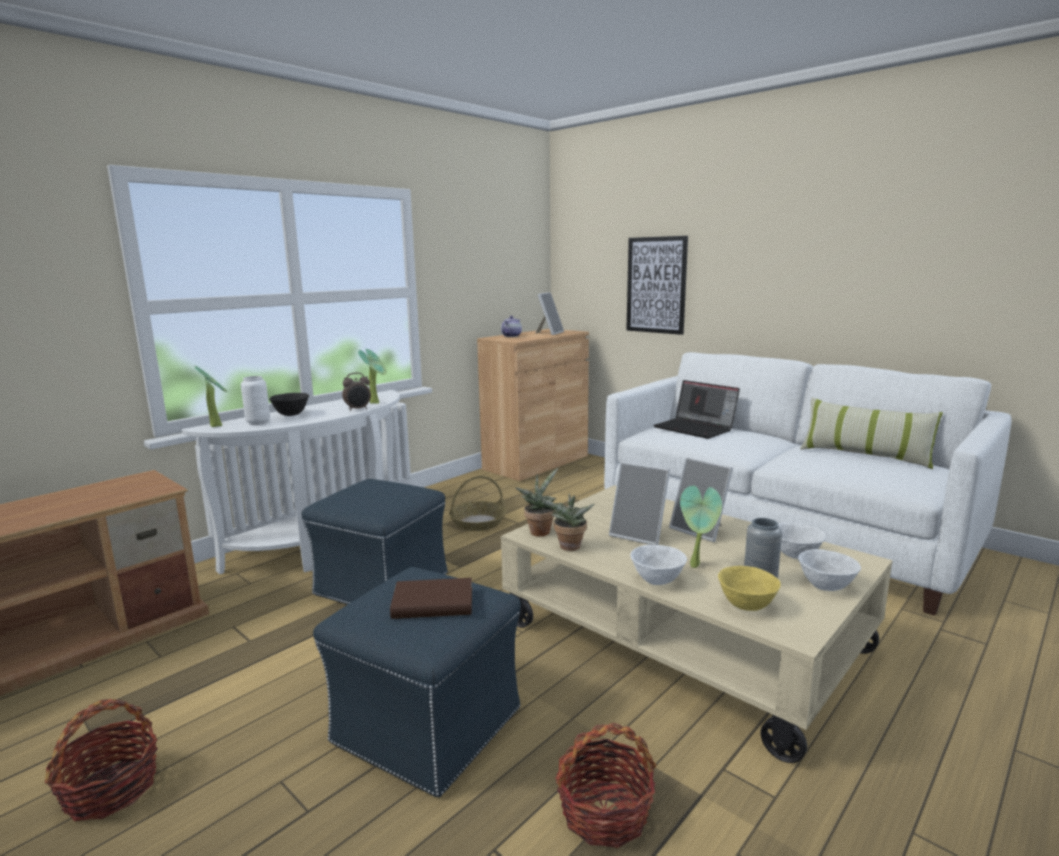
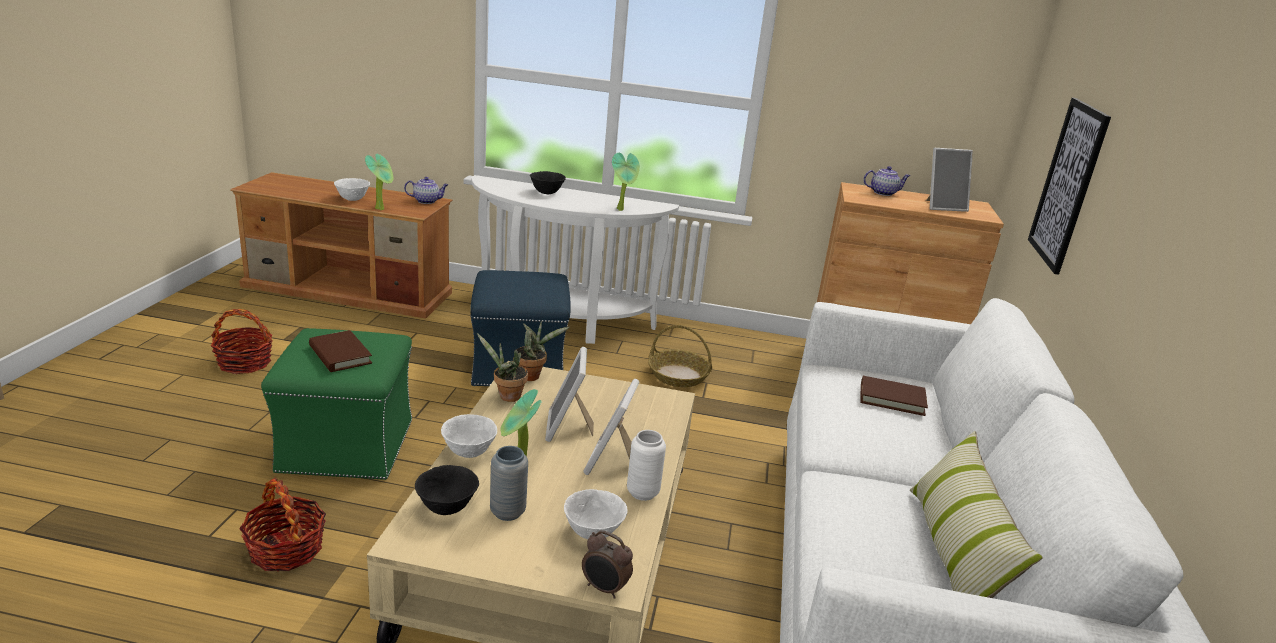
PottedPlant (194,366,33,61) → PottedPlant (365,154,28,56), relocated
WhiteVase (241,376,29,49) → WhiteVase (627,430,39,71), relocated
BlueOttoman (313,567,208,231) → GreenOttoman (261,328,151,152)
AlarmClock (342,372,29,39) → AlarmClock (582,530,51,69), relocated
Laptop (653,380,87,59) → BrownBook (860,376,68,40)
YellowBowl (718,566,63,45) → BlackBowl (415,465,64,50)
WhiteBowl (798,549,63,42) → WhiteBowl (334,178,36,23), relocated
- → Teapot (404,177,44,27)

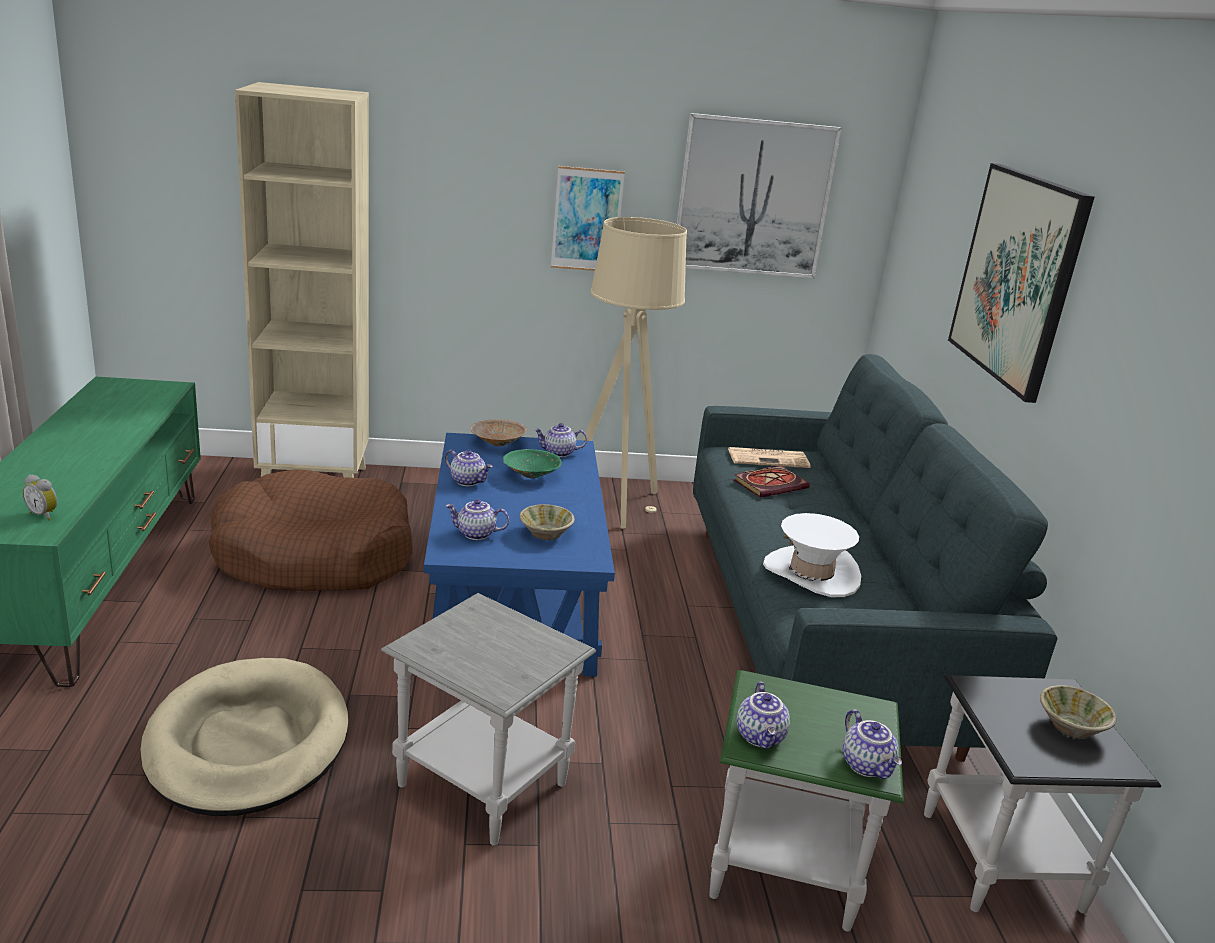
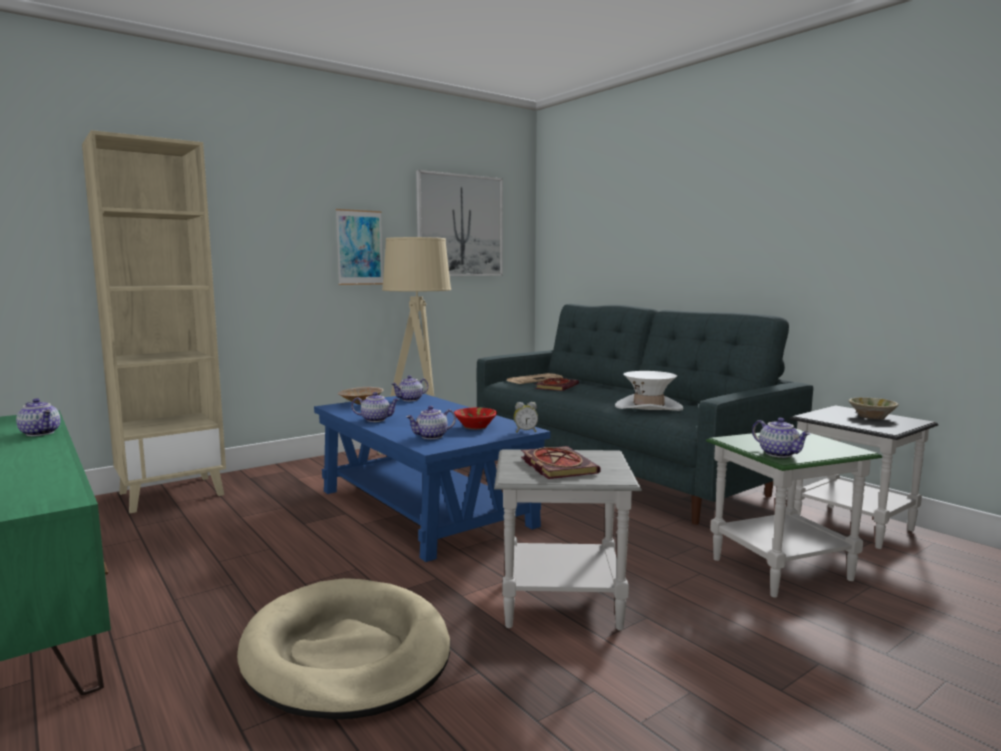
AlarmClock (23,474,34,47) → AlarmClock (514,402,24,31), relocated
BrownDogBed (208,469,205,122) → -
GreenBowl (503,449,59,30) → -
BeigeBowl (519,504,56,36) → RedBowl (454,407,43,23)
Teapot (843,709,59,70) → Teapot (16,398,45,38), relocated
Picture (948,163,147,240) → -
- → Book (521,446,80,33)

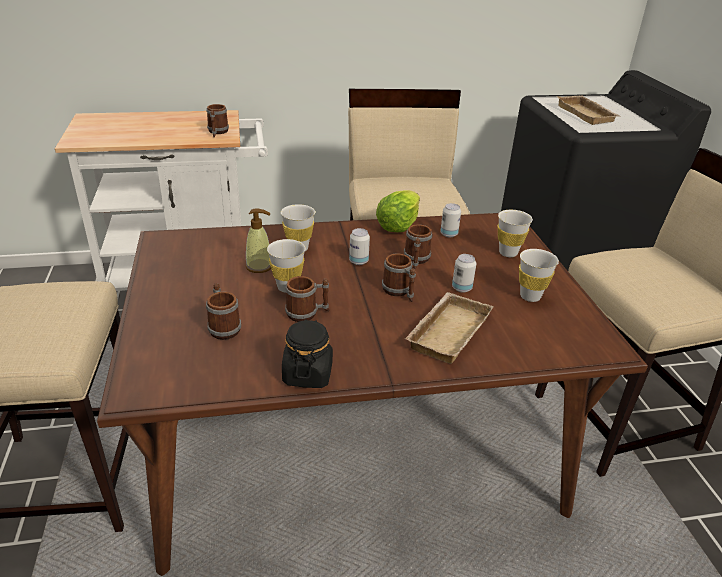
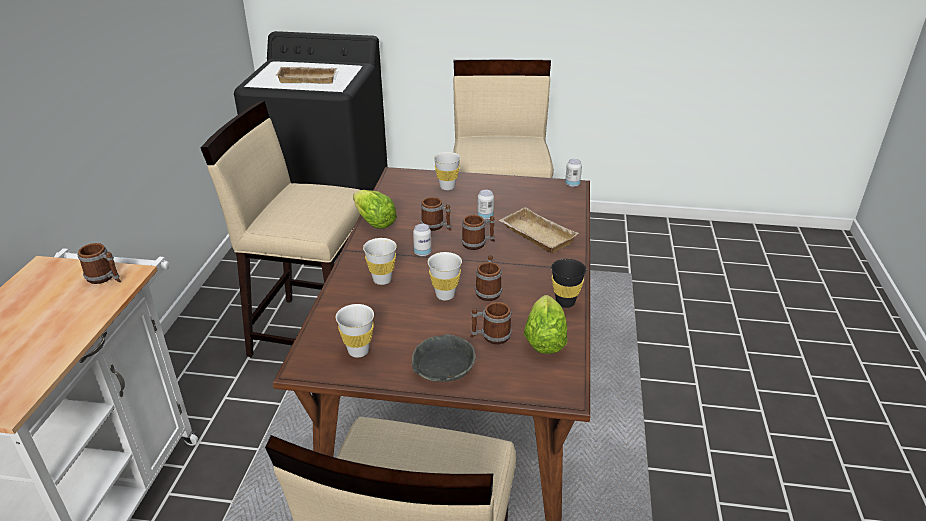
SoapDispenser (246,209,25,64) → -
BlackJar (282,320,51,68) → BlackCup (551,259,35,49)
Can (440,203,21,34) → Can (565,159,17,28), relocated
WhiteCup (519,249,40,53) → WhiteCup (336,304,38,54), relocated
- → GreyBowl (411,334,65,48)
- → Lettuce (524,295,43,59)

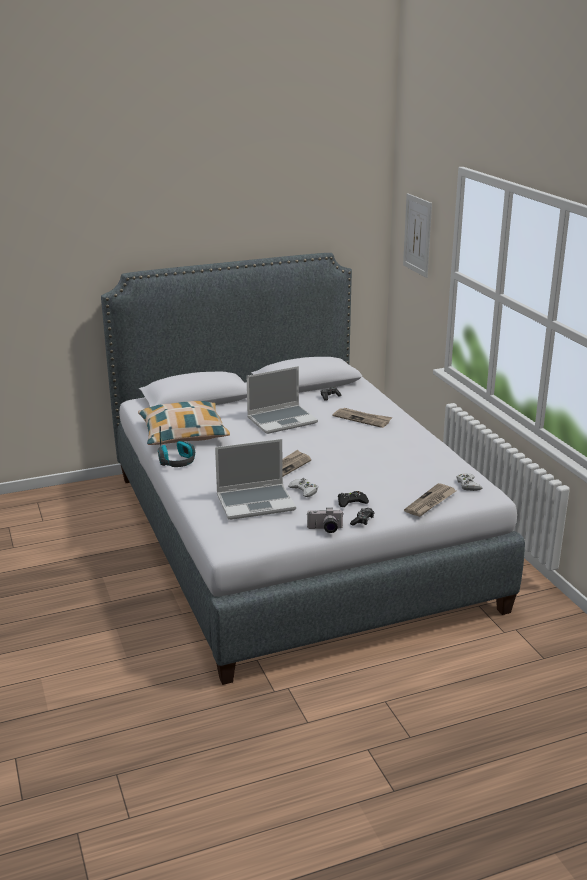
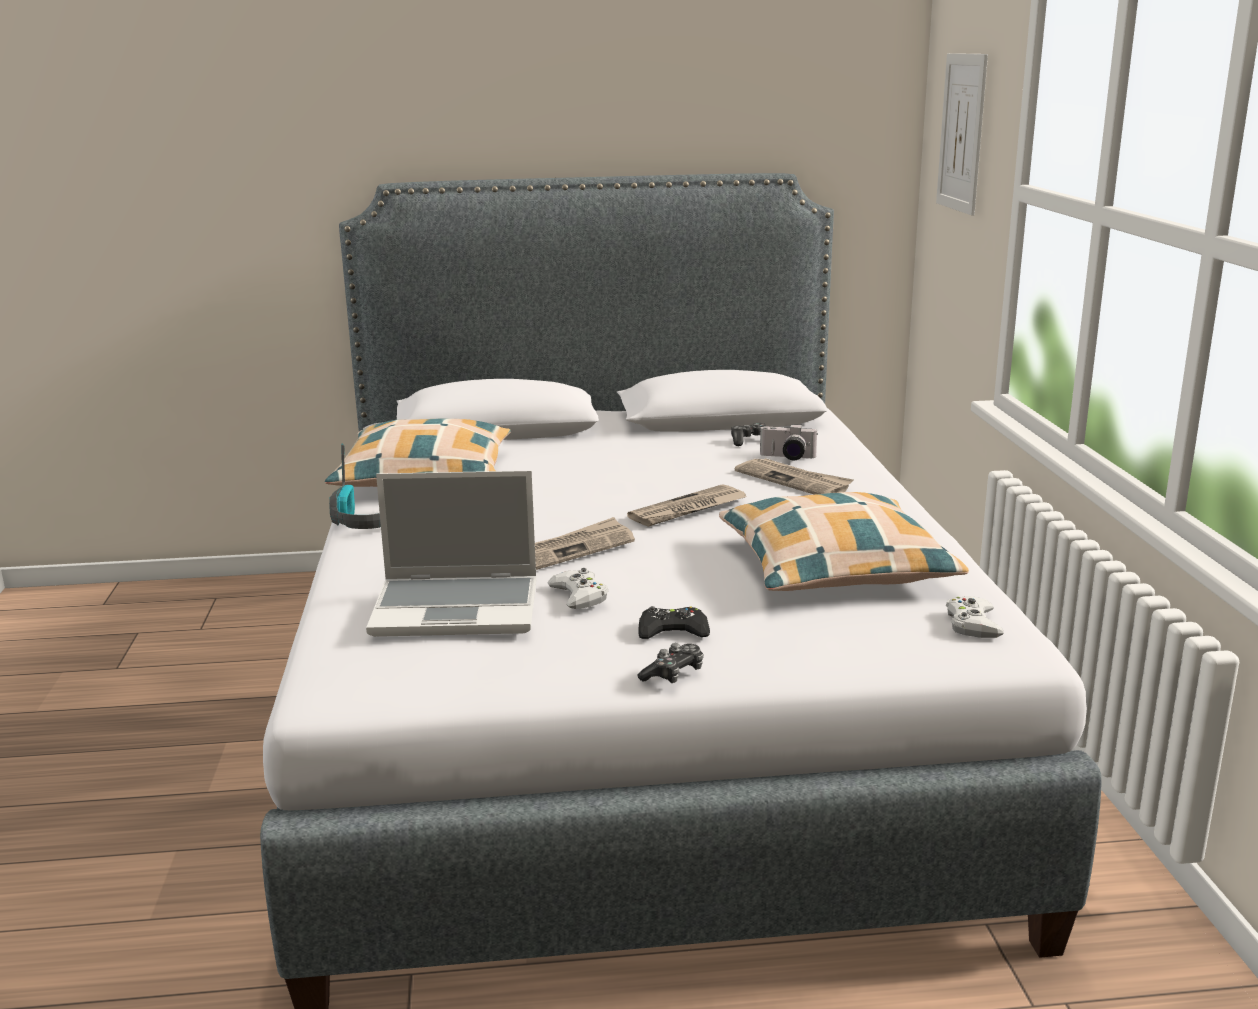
Laptop (247,366,71,68) → -
PhotoCamera (307,508,36,25) → PhotoCamera (759,424,59,36), relocated
Newspaper (404,483,52,34) → Newspaper (627,484,119,43), relocated
- → Pillow (719,492,250,99)

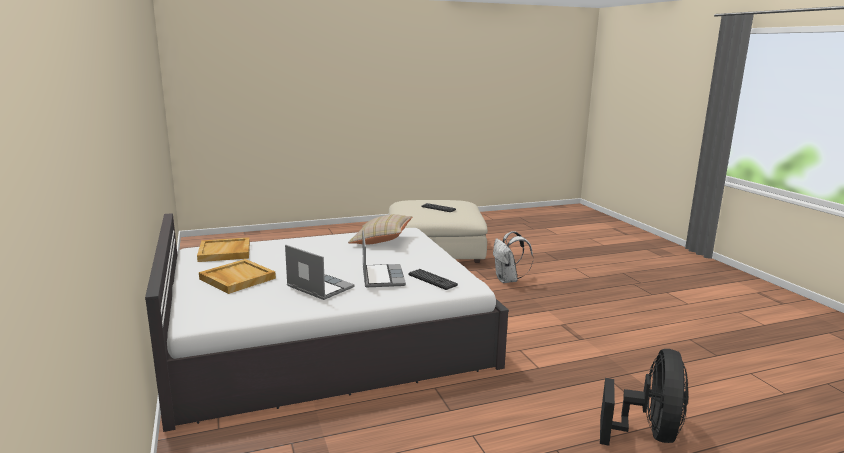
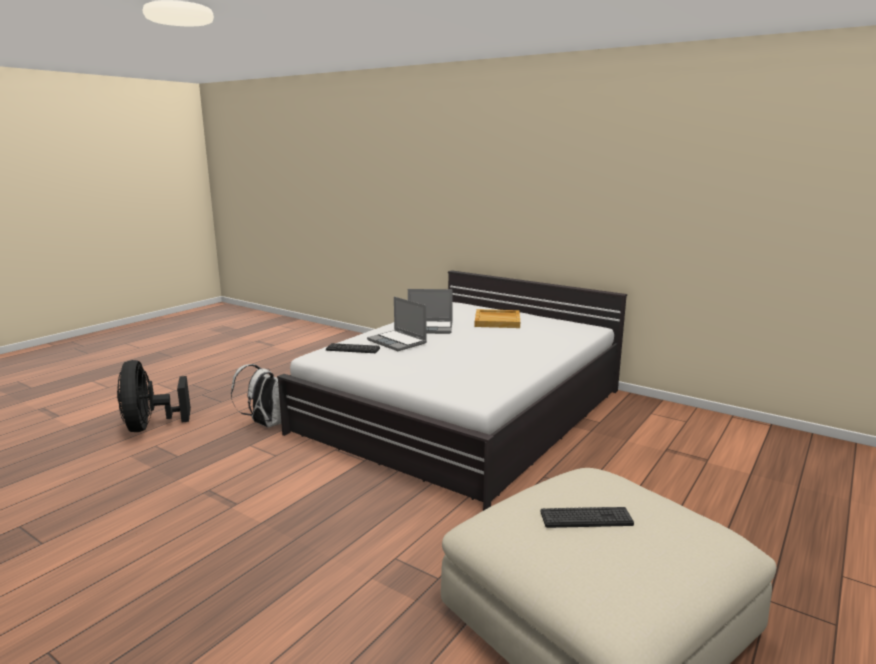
BeigeTray (197,237,53,25) → -
BeigePillow (348,214,64,31) → -
WhiteBackpack (493,231,40,52) → WhiteBackpack (231,364,50,63), relocated

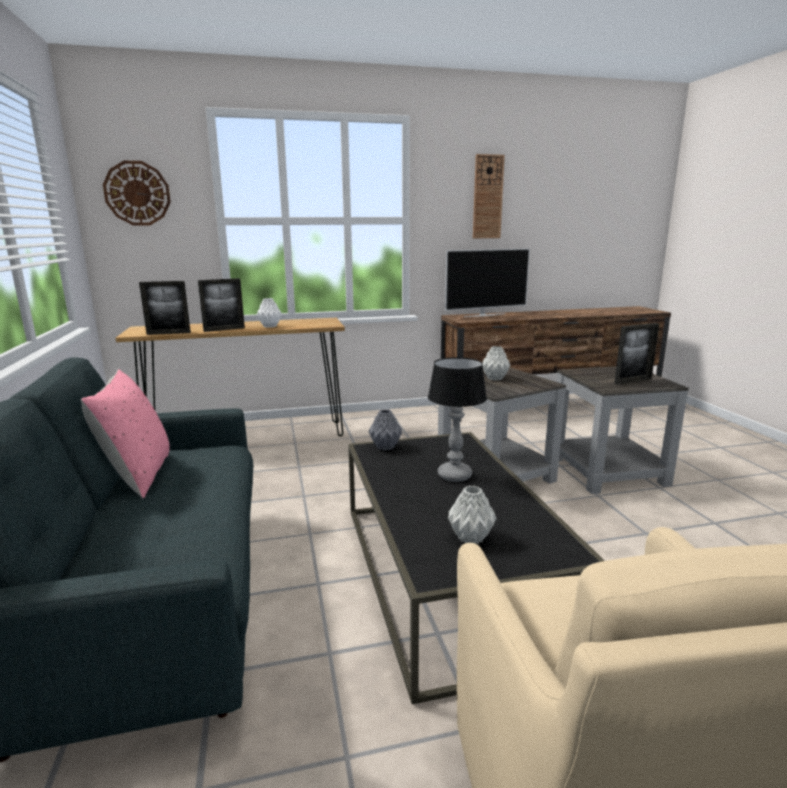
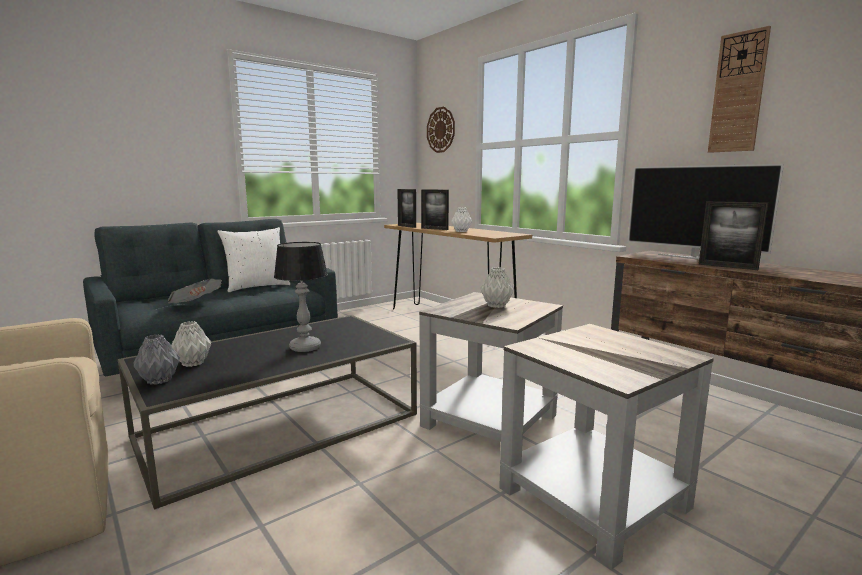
PinkPillow (81,369,89,129) → WhitePillow (217,227,73,65)
GreyVase (368,409,34,41) → GreyVase (133,334,47,51), relocated
PictureFrame (614,323,45,62) → PictureFrame (699,201,69,69), relocated
- → Newspaper (168,279,54,24)

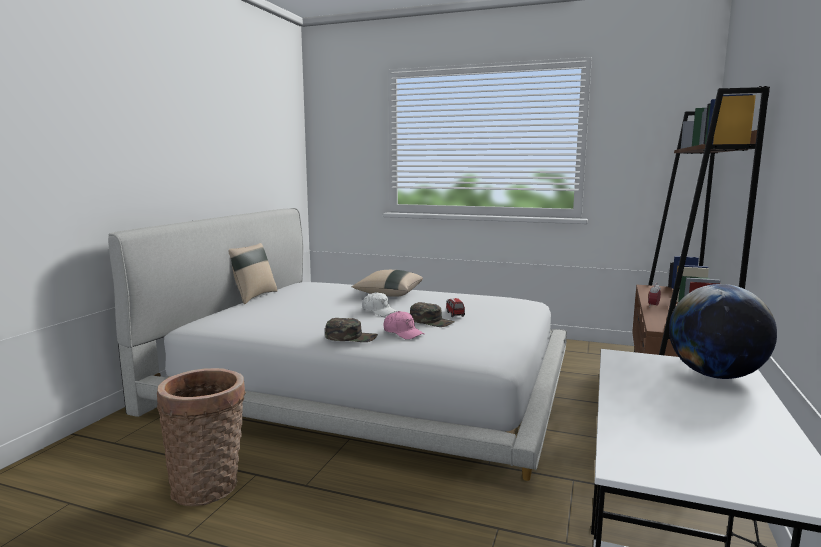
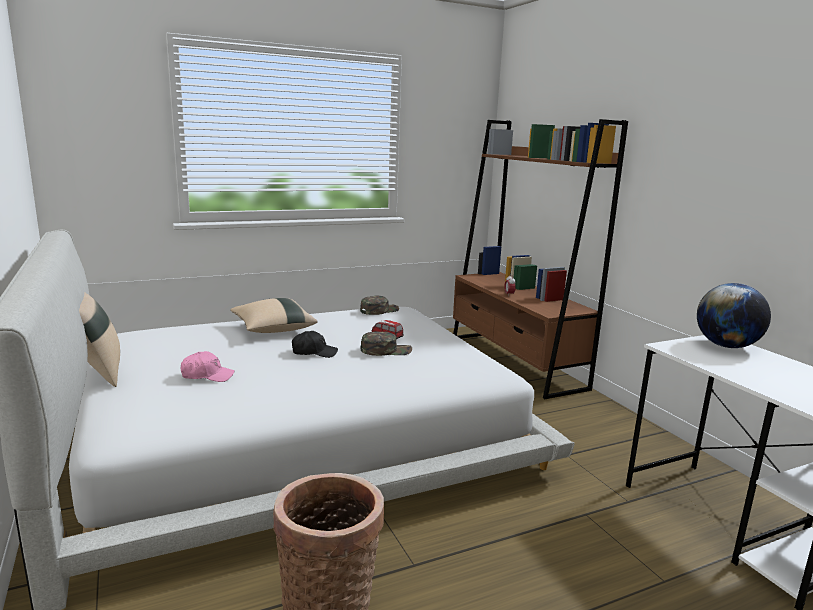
GreenCap (325,318,53,24) → GreenCap (360,295,39,20), relocated
WhiteCap (362,292,36,24) → BlackCap (292,331,46,27)
PinkCap (383,311,41,29) → PinkCap (181,351,54,31), relocated

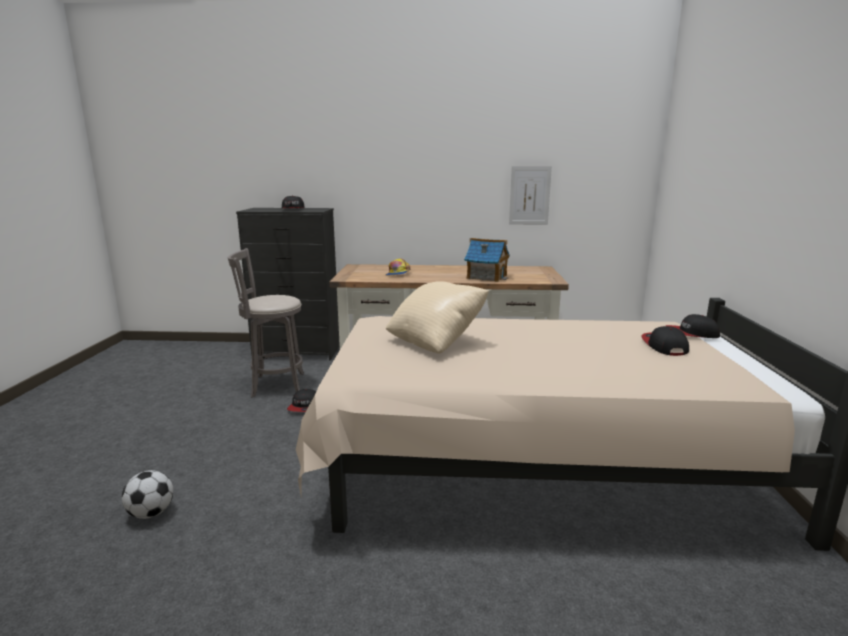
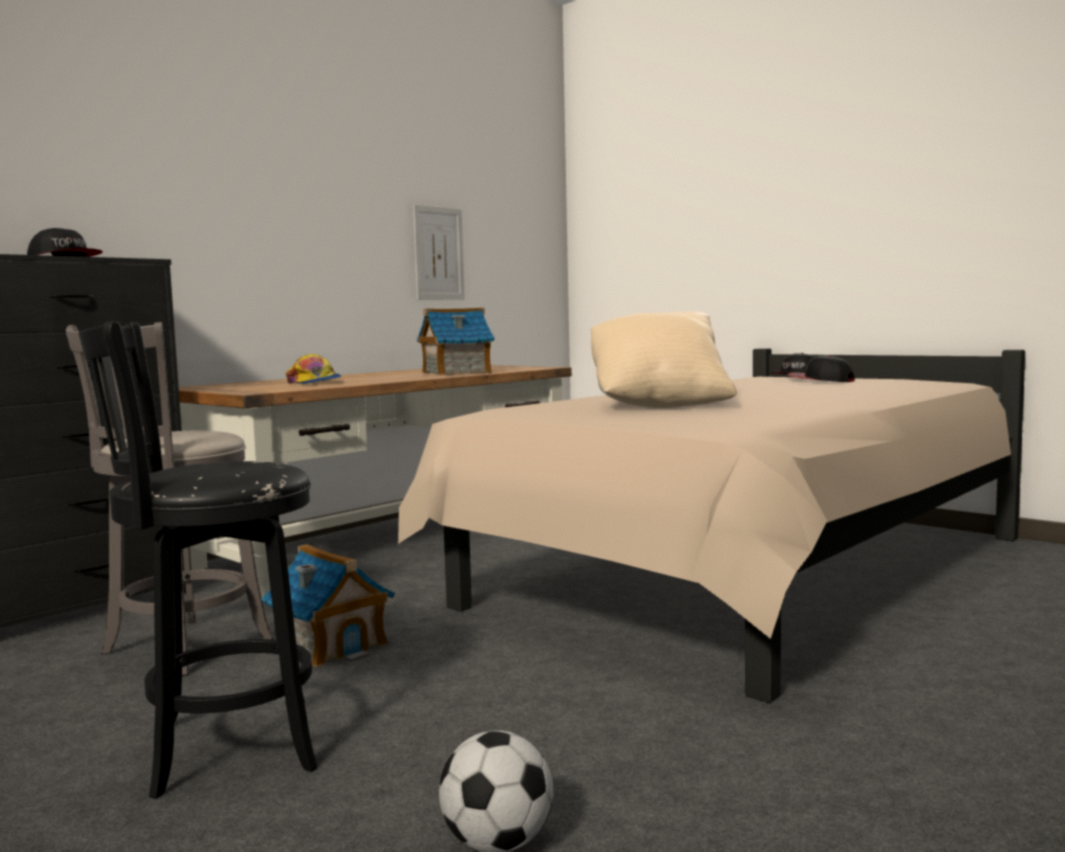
Cap (287,389,29,23) → ToyHouse (261,544,134,123)
- → BlackStool (78,322,239,477)

